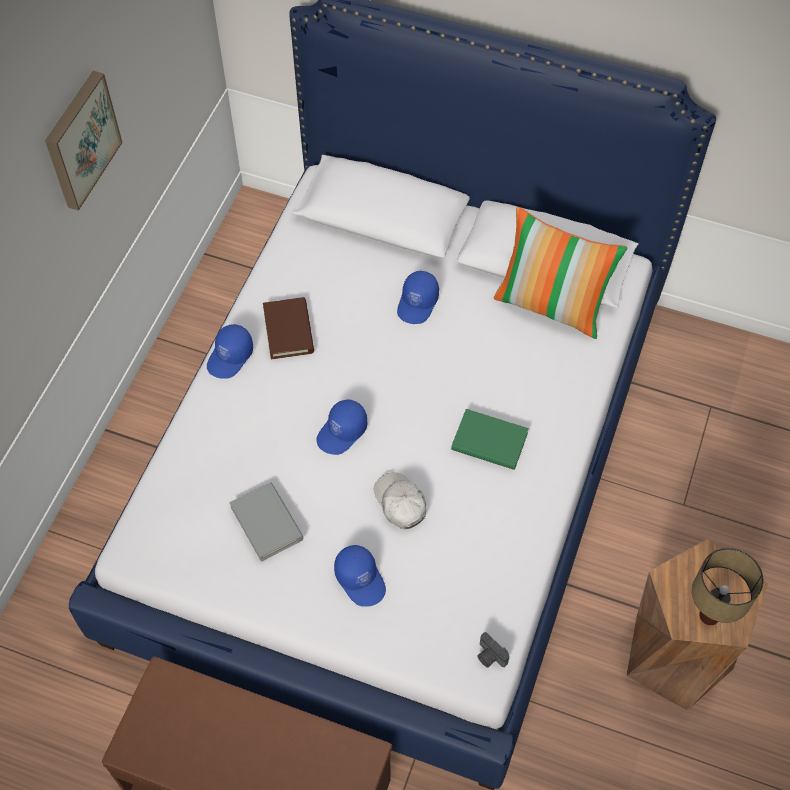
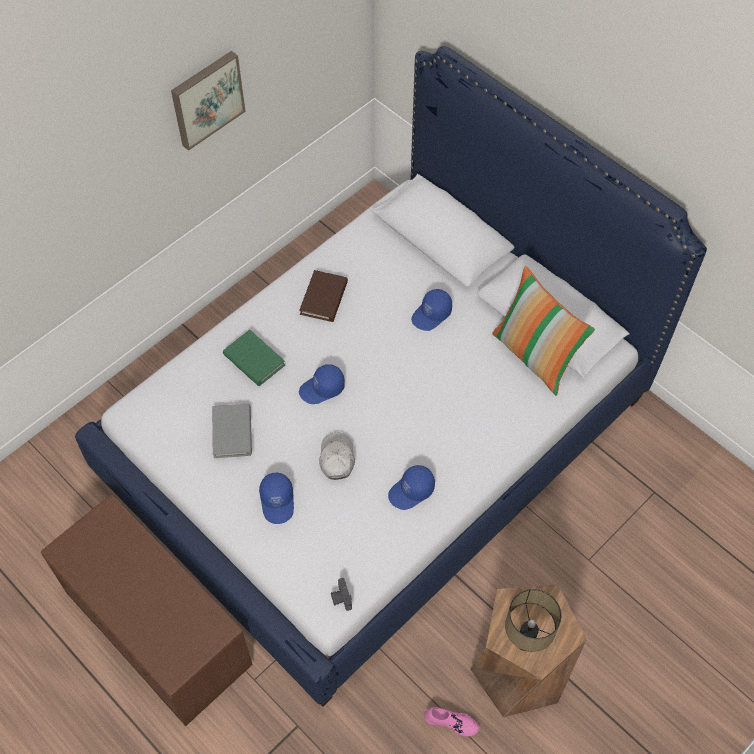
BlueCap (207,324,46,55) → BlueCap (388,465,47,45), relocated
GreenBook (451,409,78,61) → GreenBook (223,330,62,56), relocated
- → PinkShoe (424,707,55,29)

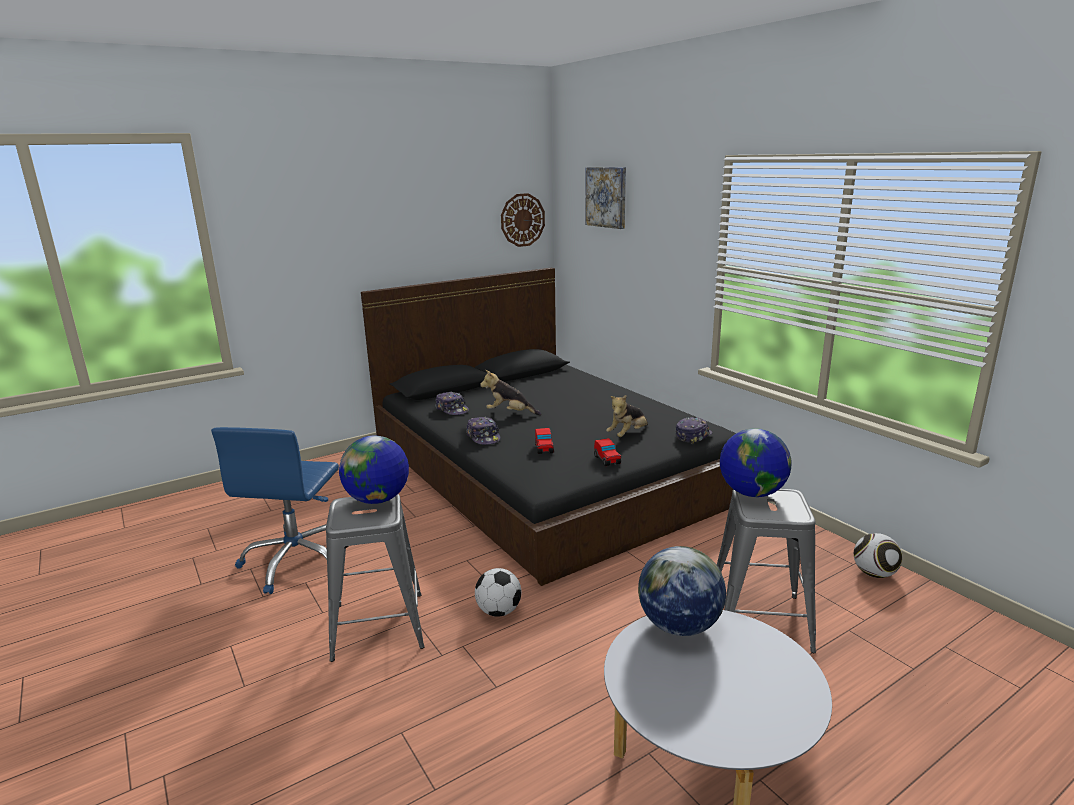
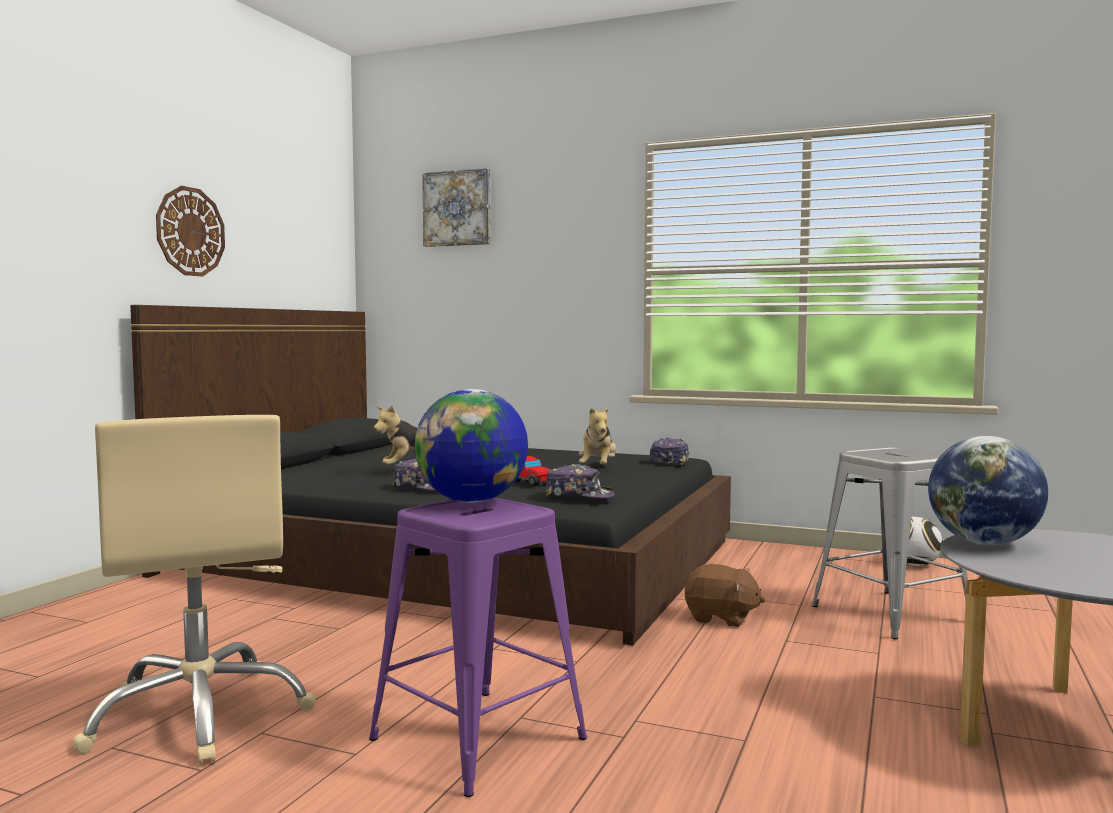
BlueOfficeChair (211,427,128,167) → BeigeOfficeChair (72,415,244,350)
GreyStool (326,494,99,168) → PurpleStool (369,497,218,300)
Cap (435,391,34,24) → Cap (545,464,70,34), relocated
Football (475,568,46,49) → -
WallClock (501,193,44,54) → WallClock (156,186,69,90), relocated
ToyCar (594,438,27,28) → -
Globe (720,428,71,69) → -
- → BrownPlushToy (685,564,80,63)

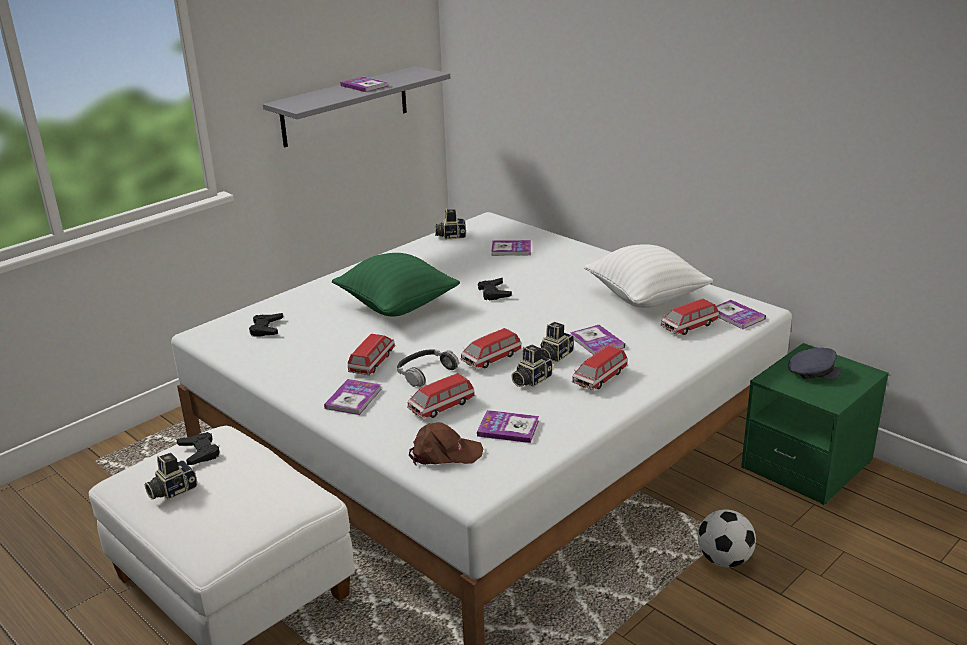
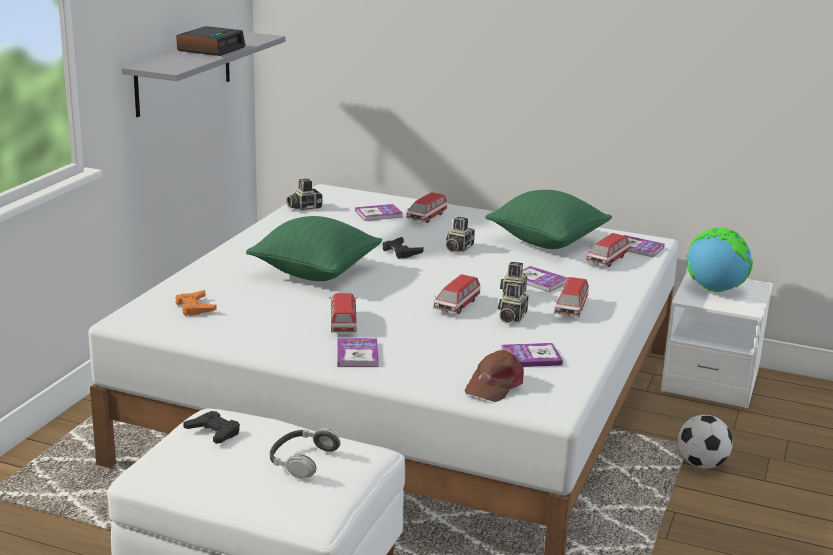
PhotoCamera (145,453,52,47) → PhotoCamera (445,217,30,35), relocated
BlackGameController (249,313,34,24) → OrangeGameController (175,290,42,26)
Book (340,77,48,15) → AlarmClock (176,26,70,30)
Headphones (397,349,62,38) → Headphones (270,428,71,51), relocated
ToyCar (407,373,68,46) → ToyCar (406,192,41,31), relocated
BrownCap (409,422,74,44) → BrownCap (464,350,60,52), 150 degrees clockwise
WhitePillow (584,244,129,64) → GreenPillow (485,190,127,59)
GreenNightstand (741,343,148,162) → WhiteNightstand (661,270,112,138)
GreyCap (788,348,53,31) → Globe (687,228,66,64)

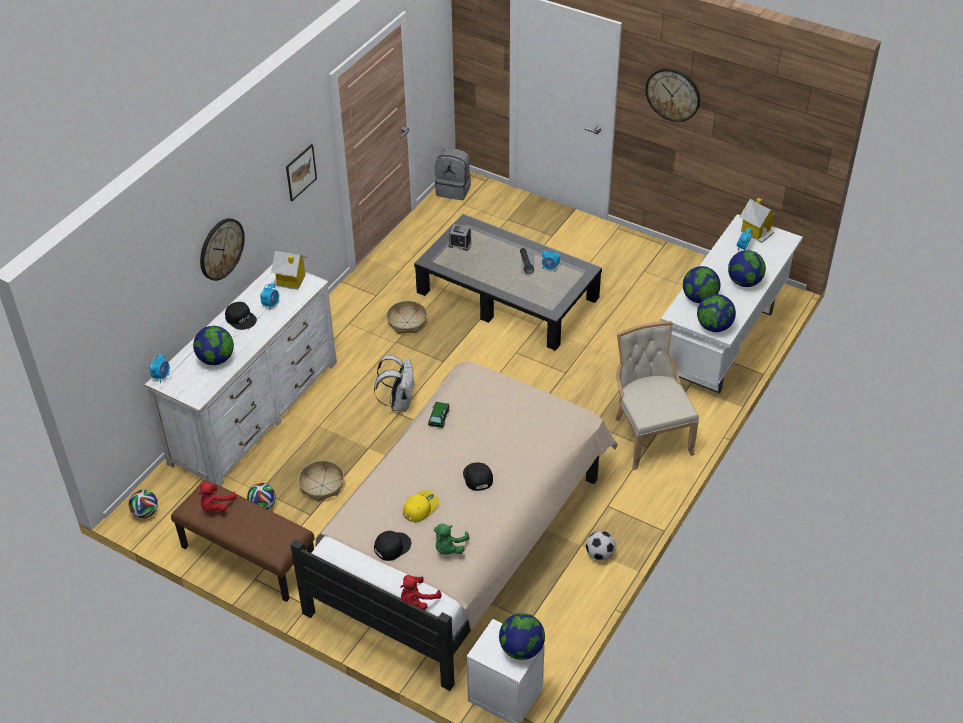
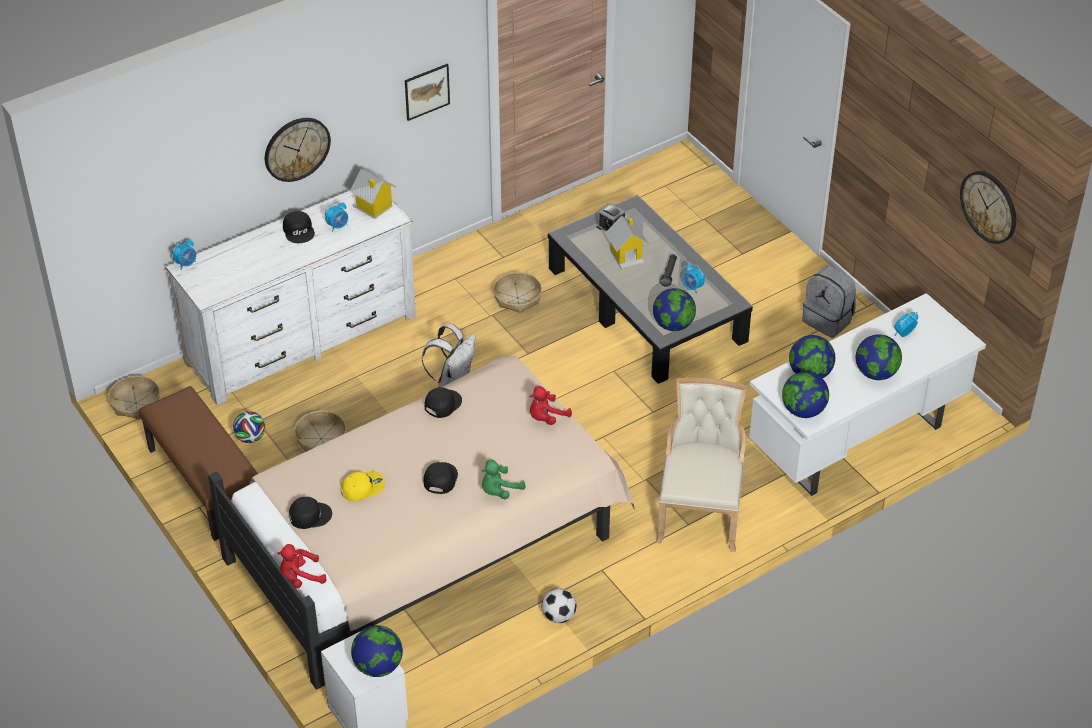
Football (129,490,29,28) → Basket (108,376,52,44)
Globe (193,326,41,39) → Globe (653,288,43,43), relocated
RedPlushToy (199,482,38,30) → RedPlushToy (530,386,42,39), relocated
ToyCar (428,402,21,26) → BlackCap (424,387,38,31)
GreenPlushToy (434,524,36,31) → GreenPlushToy (482,459,43,40), relocated
GreyBackpack (435,148,36,52) → GreyBackpack (802,266,54,72), relocated
WallClock (645,68,55,54) → WallClock (960,171,56,73), relocated
ToyHouse (739,198,38,45) → ToyHouse (605,216,43,53), relocated

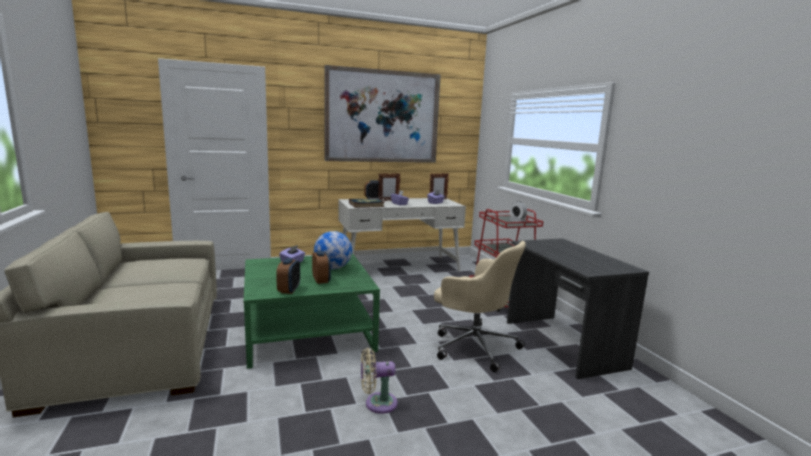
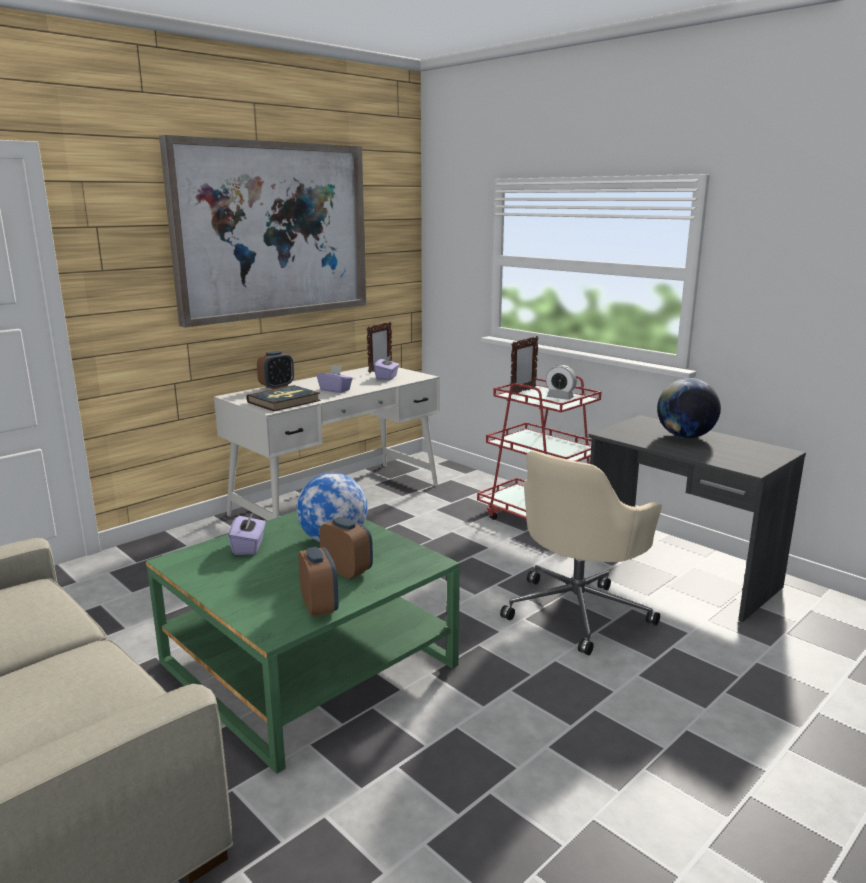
BeigeFan (361,348,37,66) → -
PictureFrame (378,173,22,28) → PictureFrame (511,336,28,59), relocated
BeigeOfficeChair (434,241,92,131) → BeigeOfficeChair (500,450,162,205), 120 degrees clockwise
- → Globe (657,378,64,60)

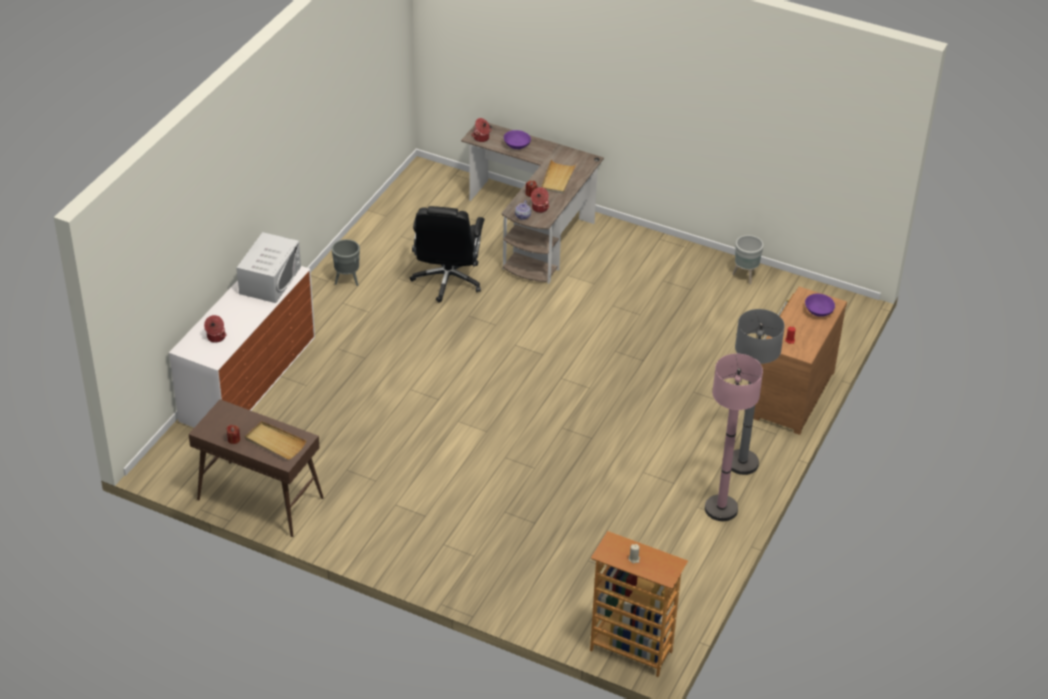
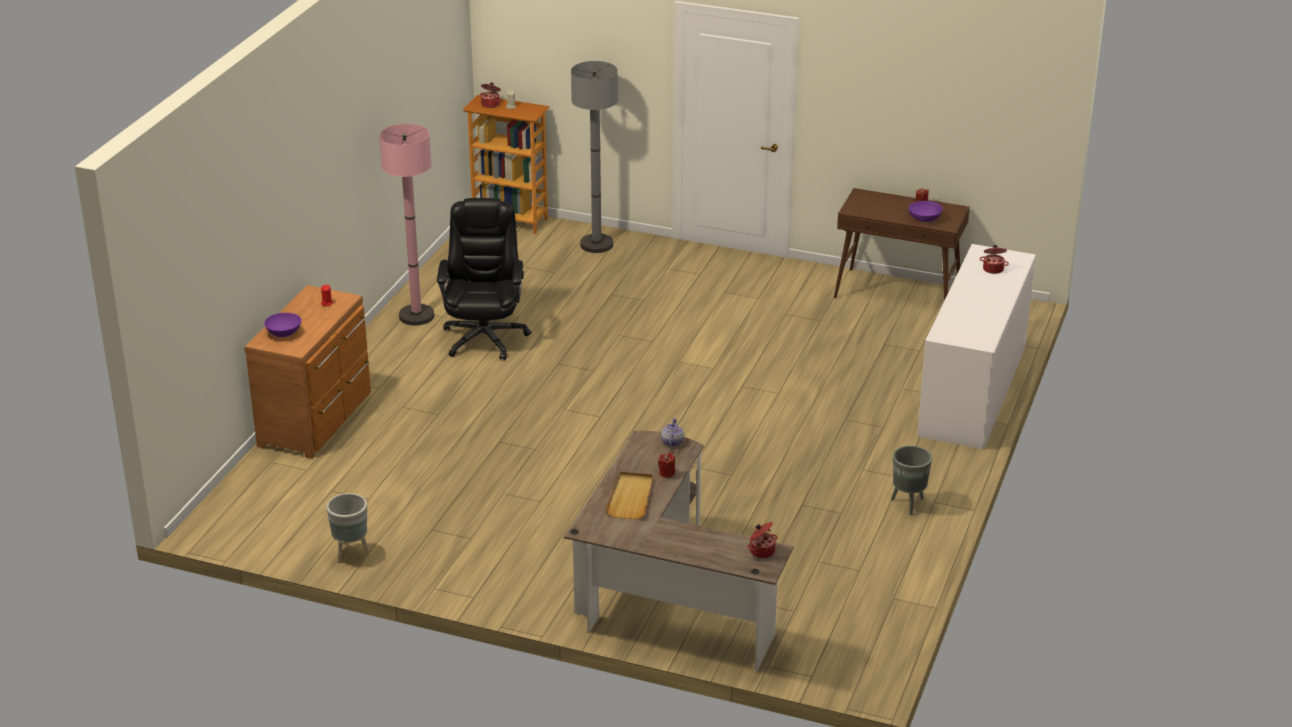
WhiteMicrowave (237,232,64,71) → -
BeigeTray (245,421,61,39) → -
BlackOfficeChair (410,206,75,96) → BlackOfficeChair (437,198,94,162), relocated
PurpleBowl (504,130,27,19) → PurpleBowl (908,201,35,21), relocated
CookingPot (531,187,18,26) → CookingPot (480,82,21,26), relocated
GreyFloorLamp (731,309,54,166) → GreyFloorLamp (571,61,47,192), relocated

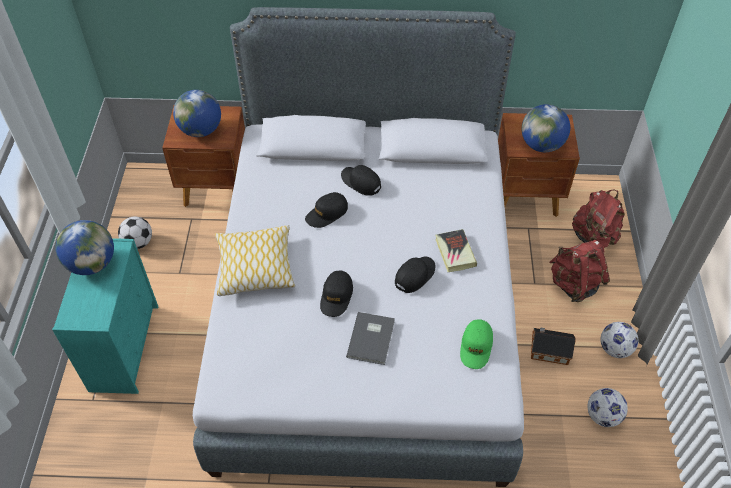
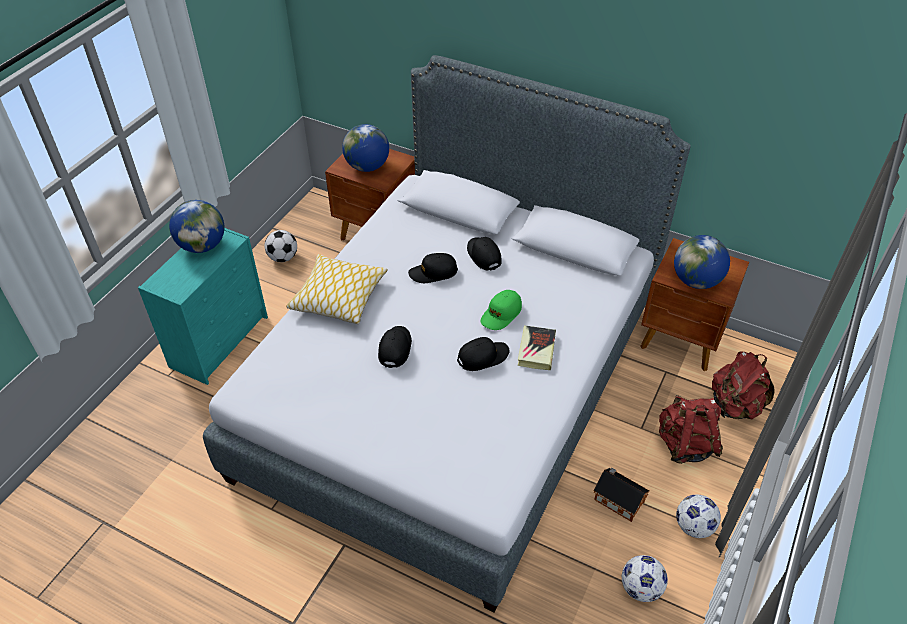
BlackCap (320,271,33,46) → BlackCap (378,326,34,42), 150 degrees clockwise
GreyBook (346,312,49,53) → -
GreenCap (460,319,33,50) → GreenCap (481,290,41,40), relocated

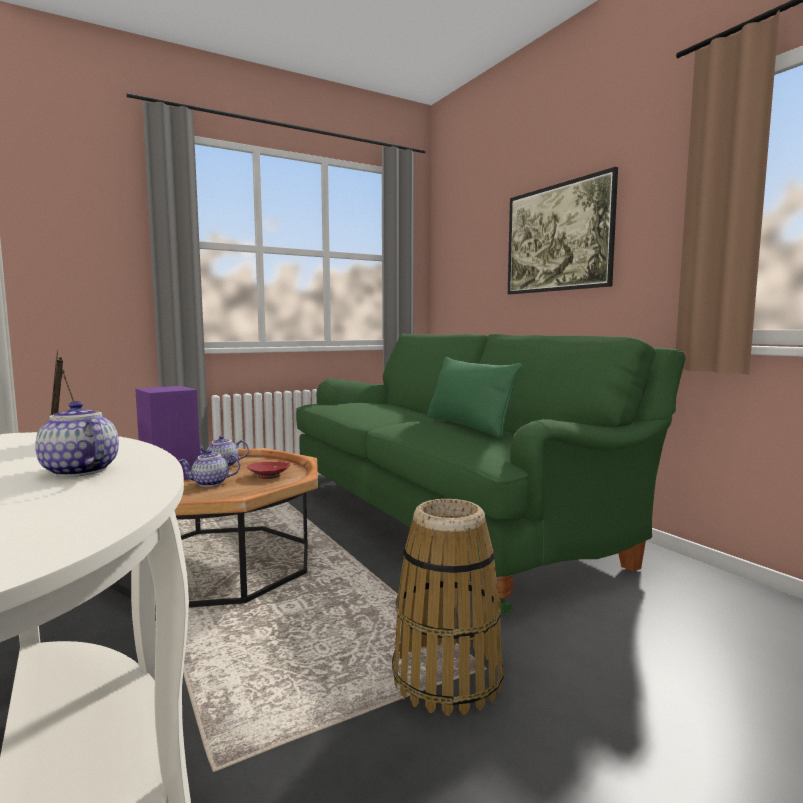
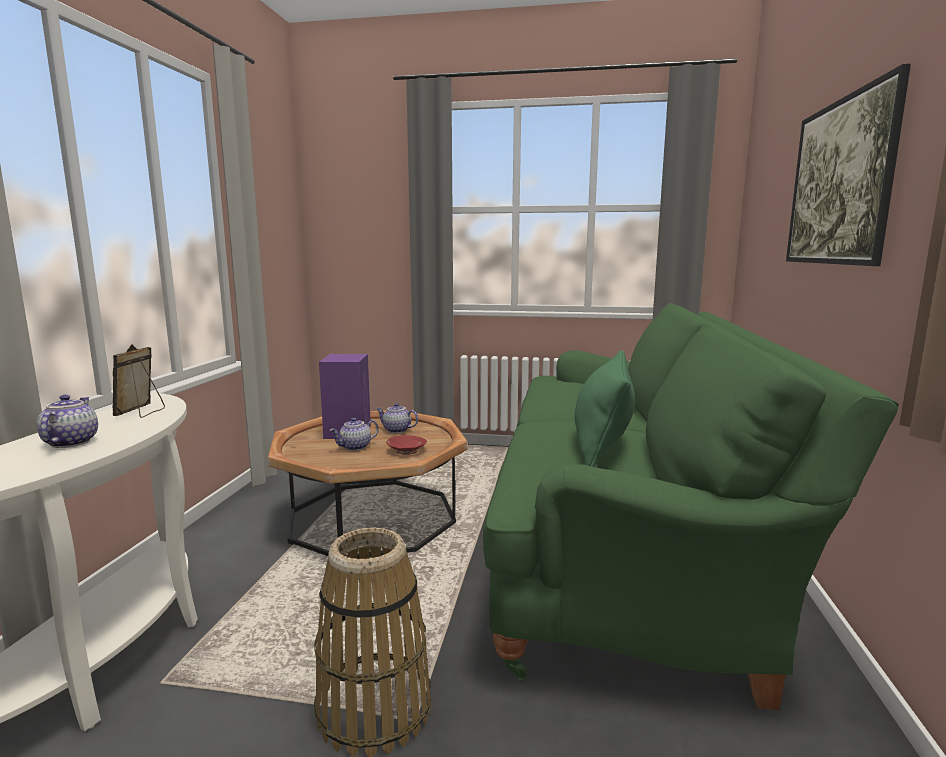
Teapot (179,450,61,37) → Teapot (329,418,50,33), 60 degrees counterclockwise

